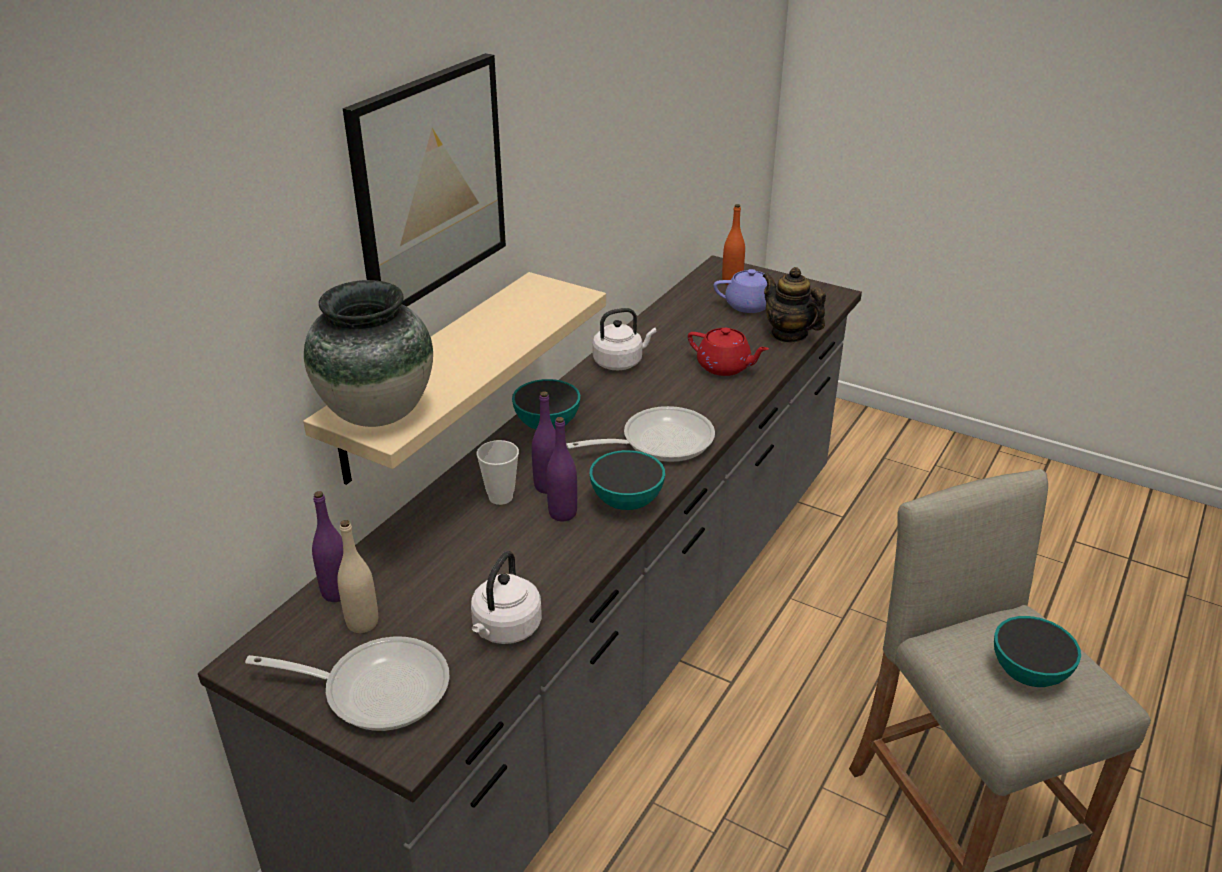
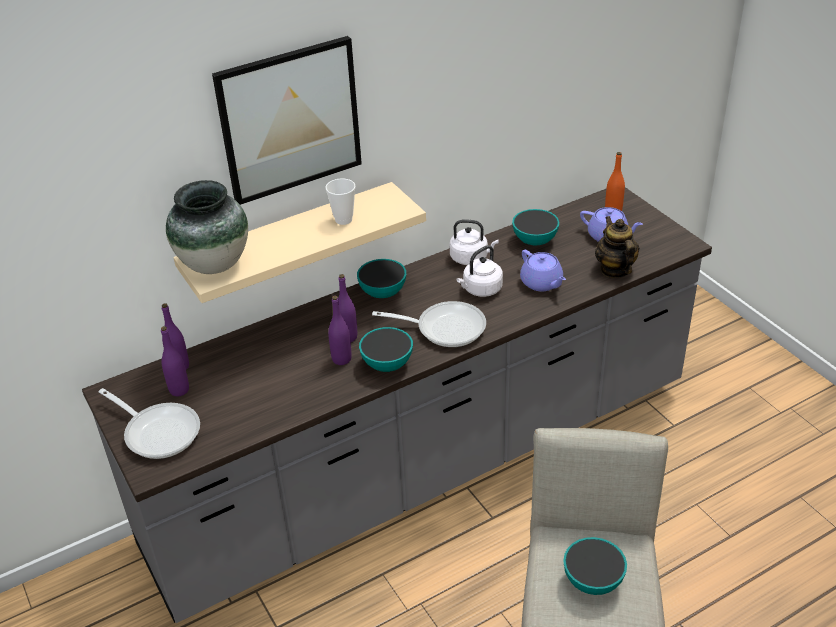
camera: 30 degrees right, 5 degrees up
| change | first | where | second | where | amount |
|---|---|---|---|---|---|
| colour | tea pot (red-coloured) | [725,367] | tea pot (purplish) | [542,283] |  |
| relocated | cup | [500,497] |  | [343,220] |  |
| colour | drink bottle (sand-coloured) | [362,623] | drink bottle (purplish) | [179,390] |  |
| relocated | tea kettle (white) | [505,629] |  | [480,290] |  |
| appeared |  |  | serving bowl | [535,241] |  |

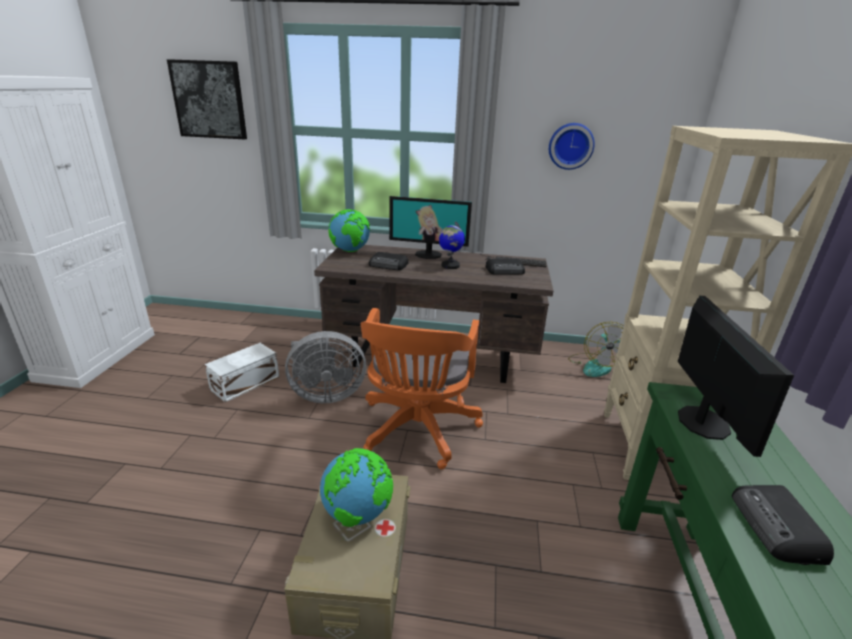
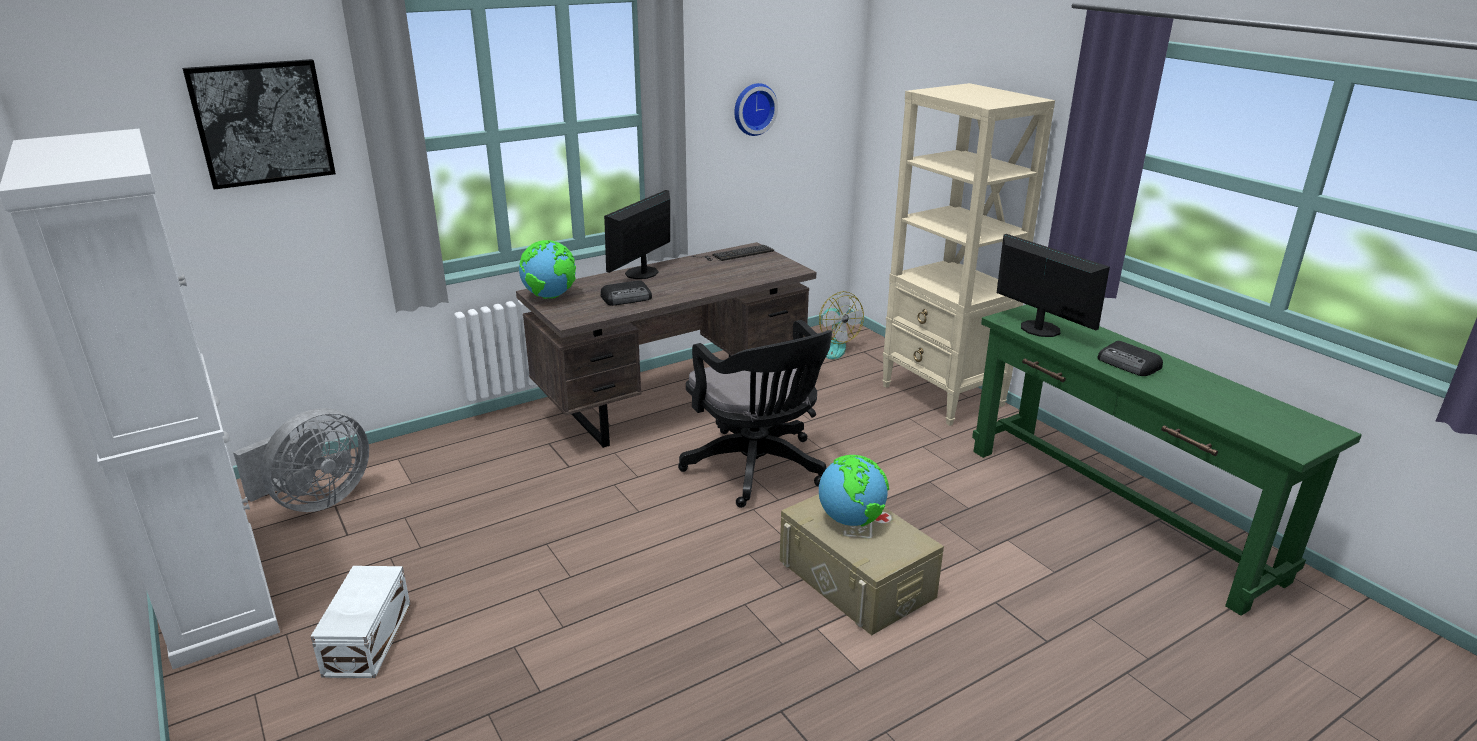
camera: 40 degrees left, 0 degrees up
| change | first | where | second | where | amount |
|---|---|---|---|---|---|
| spun | monitor | [428,254] |  | [642,273] | 150 degrees clockwise |
| missing | globe | [450,266] |  |  |  |
| missing | radio receiver | [505,270] |  |  |  |
| colour | computer chair (orange) | [417,431] | computer chair (black-coloured) | [758,470] |  |
| relocated | fan (greyish) | [325,394] |  | [316,501] |  |
| relocated | storage container (white) | [244,383] |  | [365,640] |  |

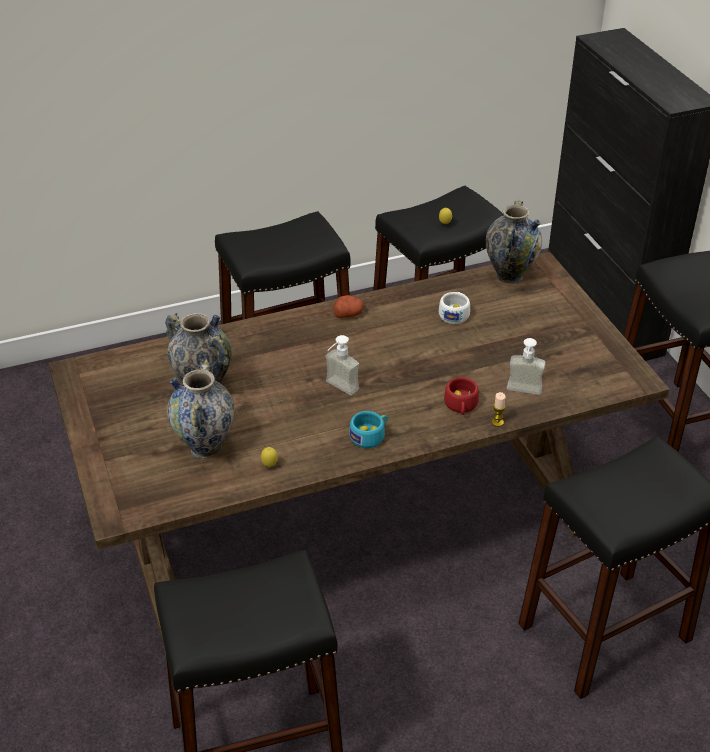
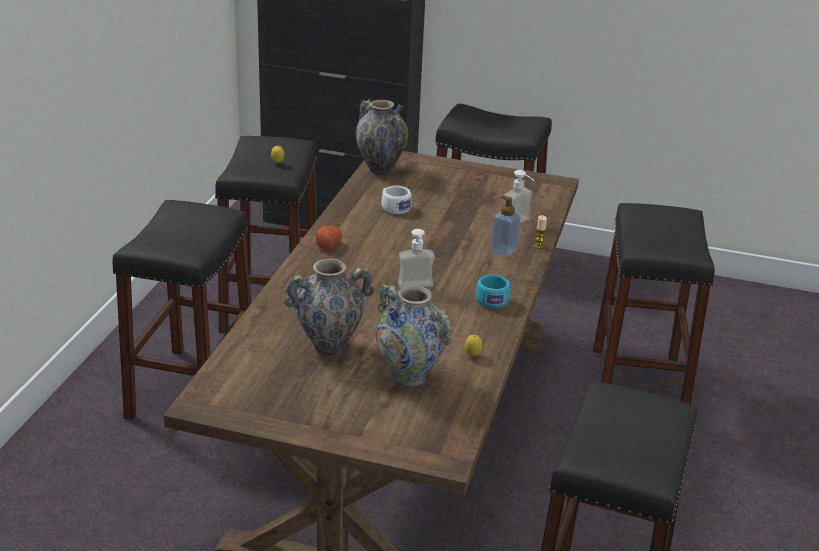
camera: 55 degrees left, 10 degrees down
| change | first | where | second | where | amount |
|---|---|---|---|---|---|
| exchanged | cup (red-coloured) | [461,406] | soap dispenser | [503,250] |  |

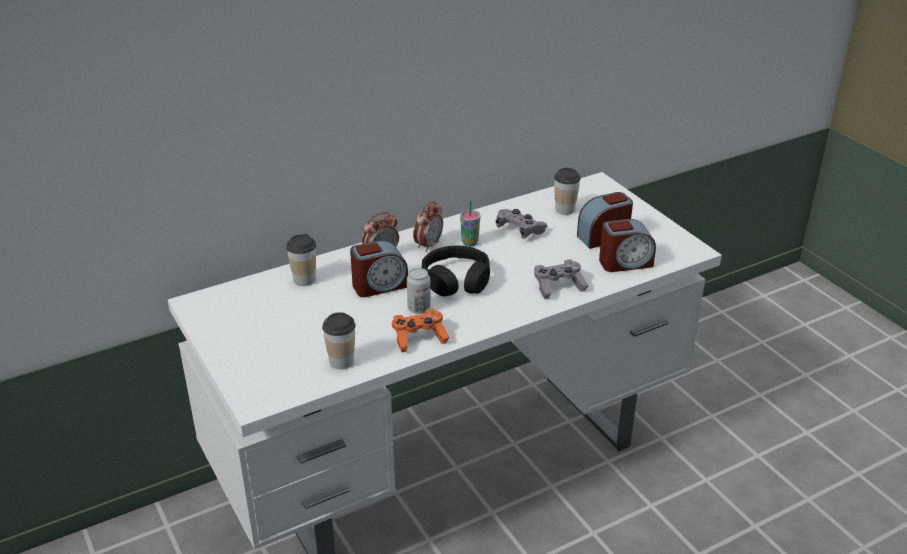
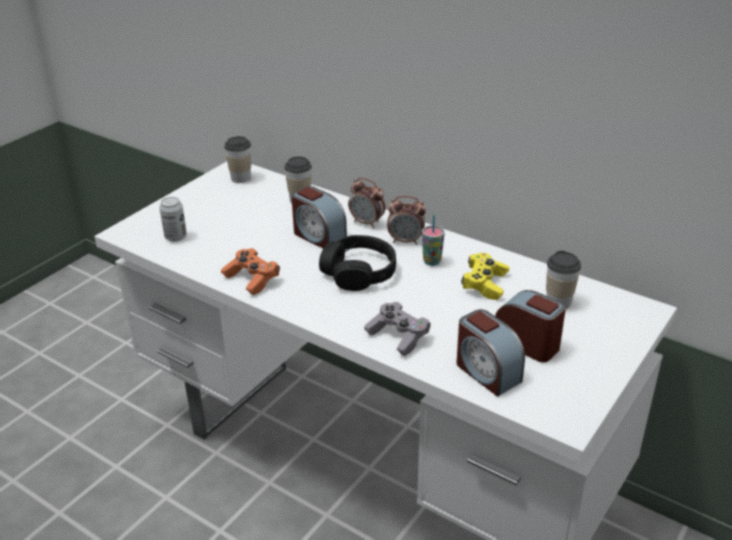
camera: 65 degrees right, 0 degrees up
| change | first | where | second | where | amount |
|---|---|---|---|---|---|
| colour | joypad (greyish) | [520,230] | joypad (yellow) | [484,284] |  |
| relocated | metal can | [419,308] |  | [175,237] |  |
| relocated | cup | [341,361] |  | [241,178] |  |

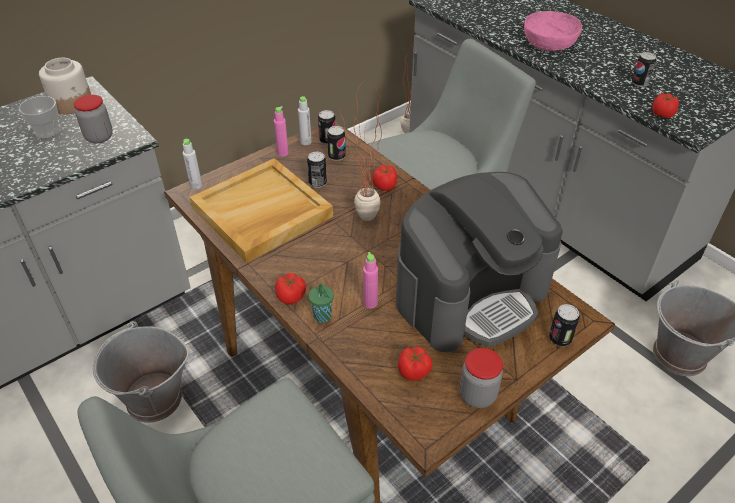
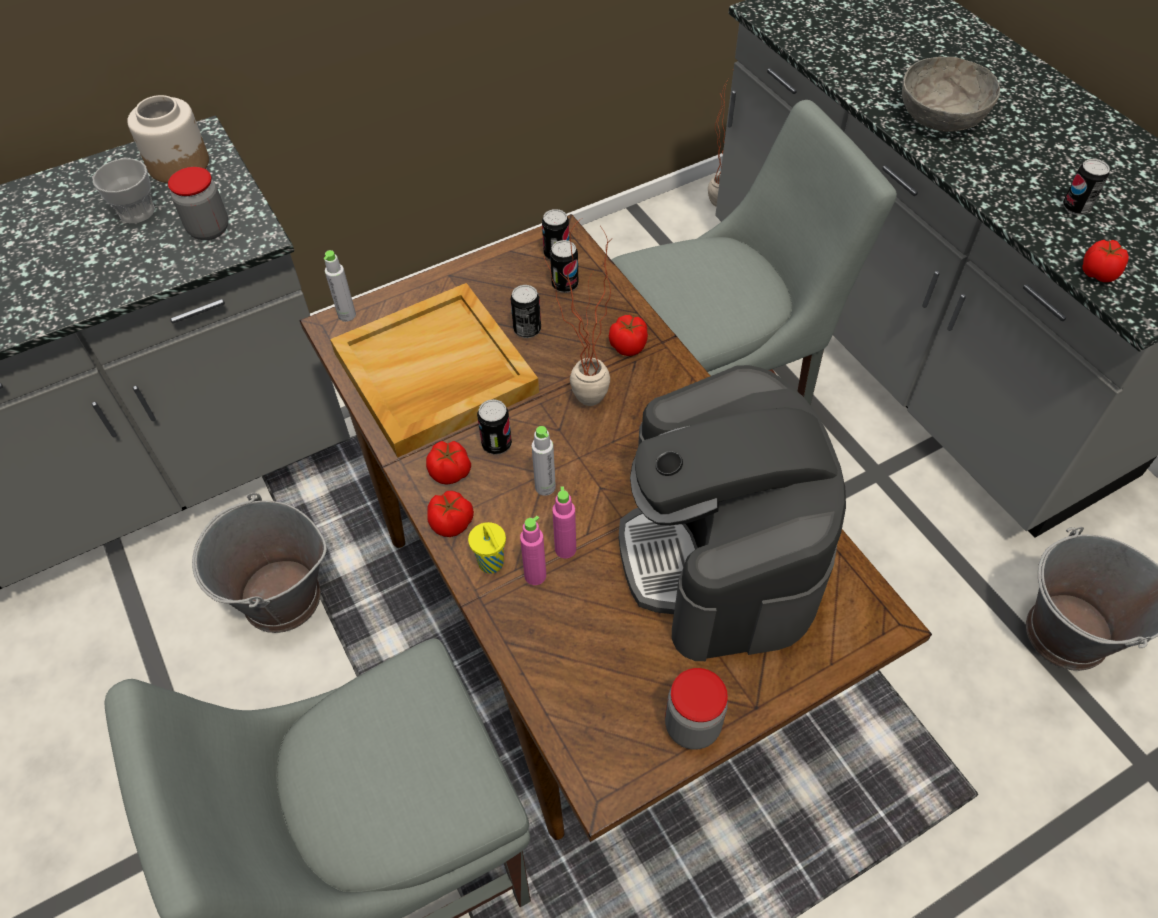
camera: 10 degrees right, 10 degrees up
| change | first | where | second | where | amount |
|---|---|---|---|---|---|
| colour | serving bowl (pink-coloured) | [549,44] | serving bowl (greyish) | [941,116] |  |
| relocated | drink bottle (greyish) | [306,142] |  | [545,487] |  |
| relocated | drink bottle (pink-coloured) | [283,153] |  | [535,576] |  |
| spun | coffee machine | [471,294] |  | [720,554] | 105 degrees clockwise |
| colour | cup (greenish) | [323,317] | cup (yellow) | [492,564] |  |
| relocated | metal can | [560,339] |  | [496,444] |  |
| relocated | tomato | [414,371] |  | [451,472] |  |

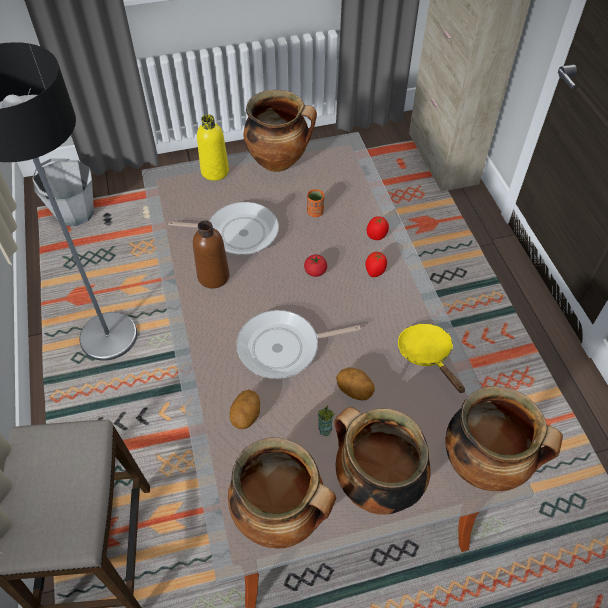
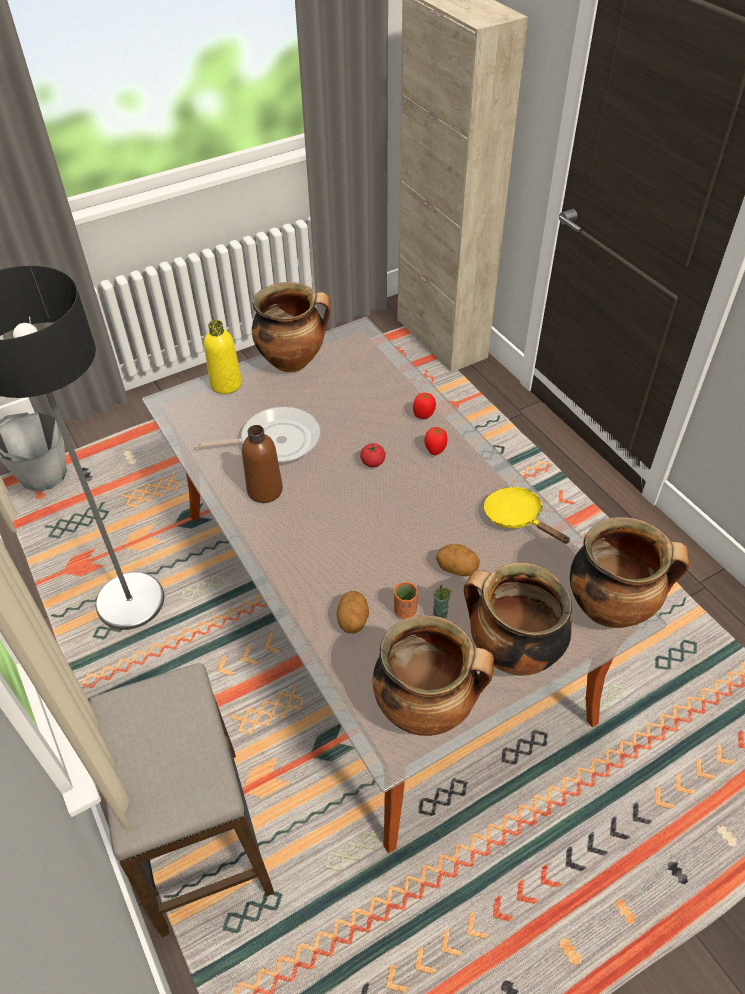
camera: 15 degrees left, 5 degrees down
| change | first | where | second | where | amount |
|---|---|---|---|---|---|
| relocated | cup (orange) | [315,212] |  | [405,610] |  |
| missing | skillet | [283,348] |  |  |  |

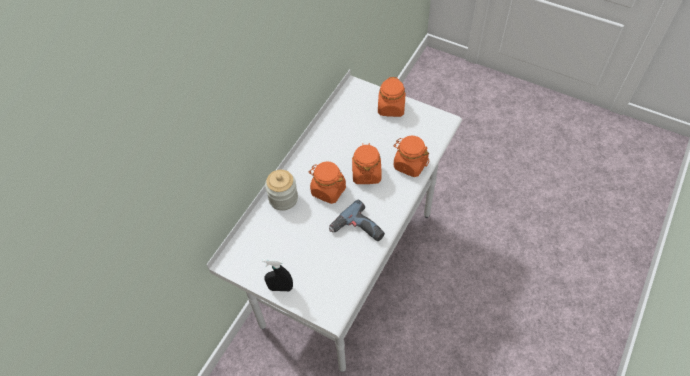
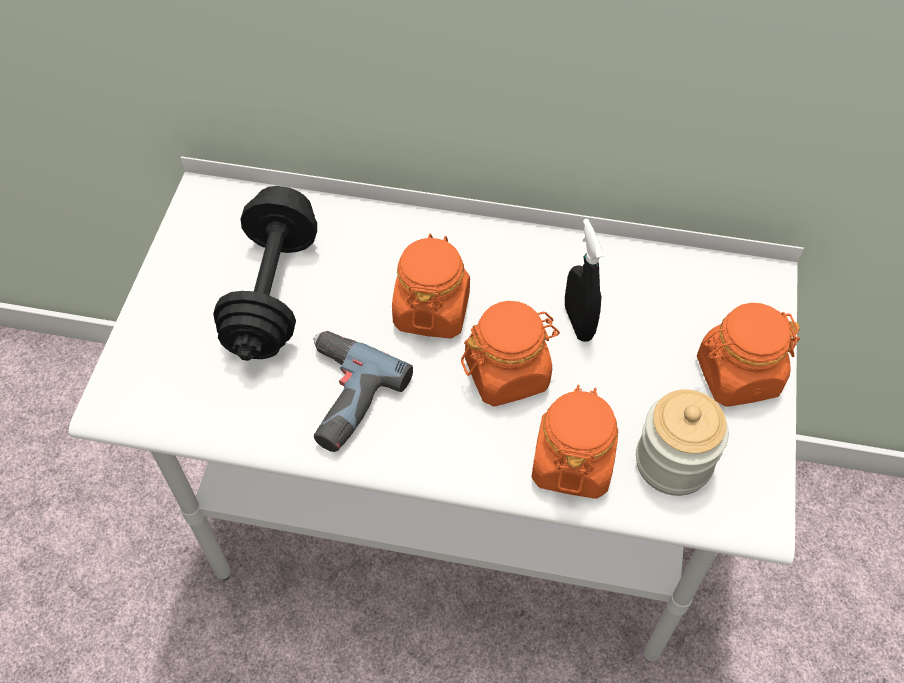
camera: 70 degrees right, 0 degrees up
| change | first | where | second | where | amount |
|---|---|---|---|---|---|
| relocated | storage jar | [283,198] |  | [673,462] |  |
| relocated | hand sprayer (black-coloured) | [280,288] |  | [578,322] |  |
| appeared |  |  | free weight (black-coloured) | [273,293] |  |

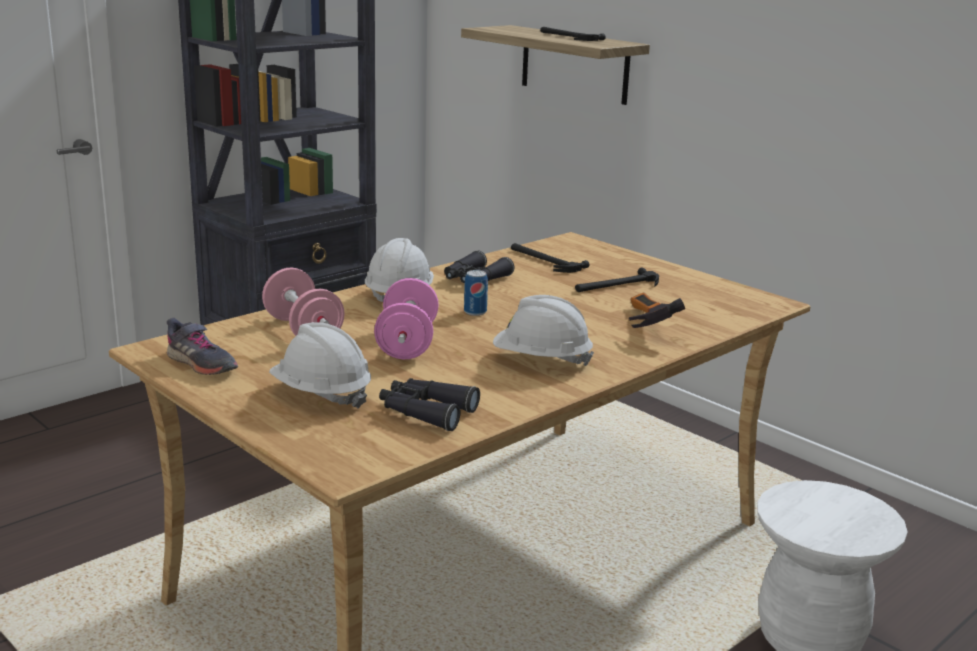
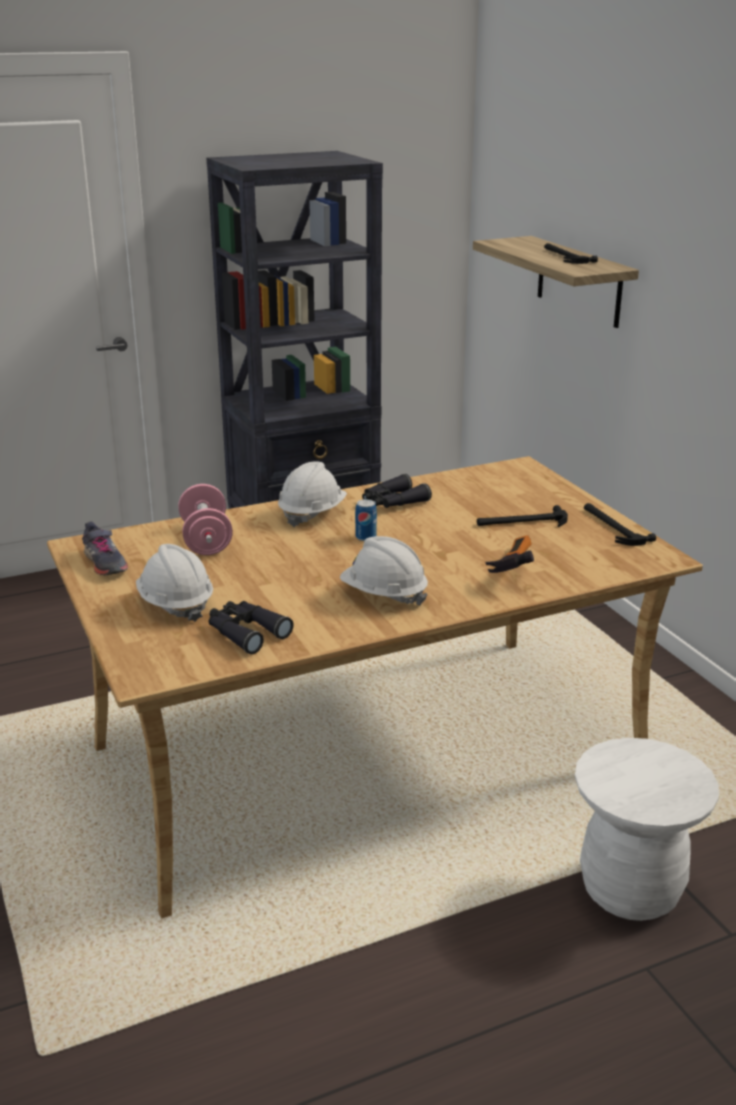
camera: 20 degrees right, 5 degrees up
| change | first | where | second | where | amount |
|---|---|---|---|---|---|
| relocated | hand hammer | [544,260] |  | [612,527] |  |
| missing | free weight (pink-coloured) | [407,344] |  |  |  |

